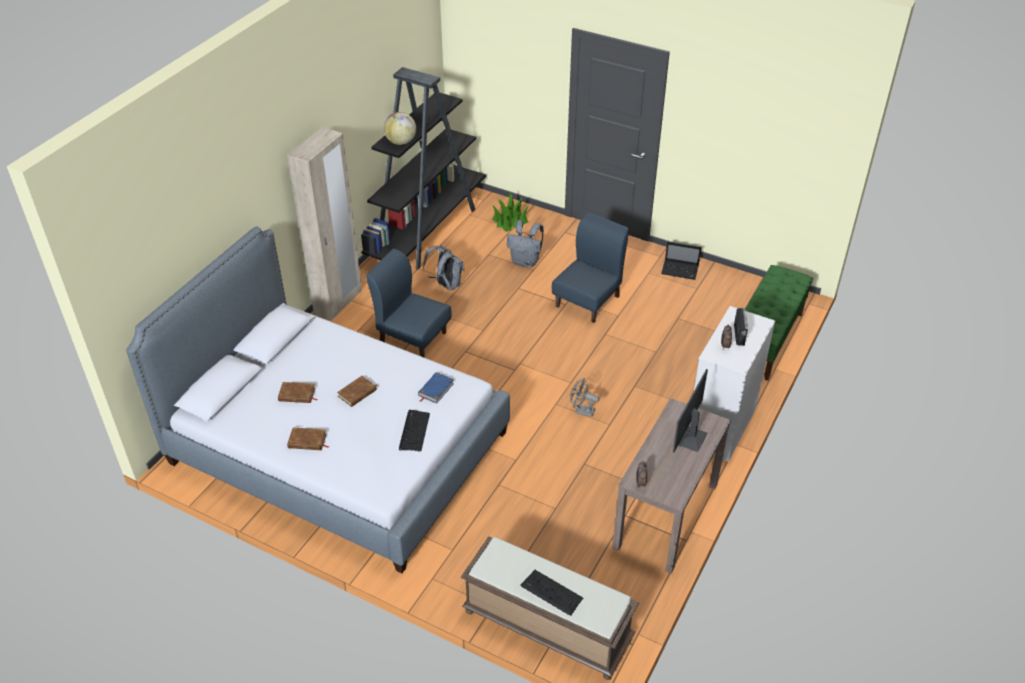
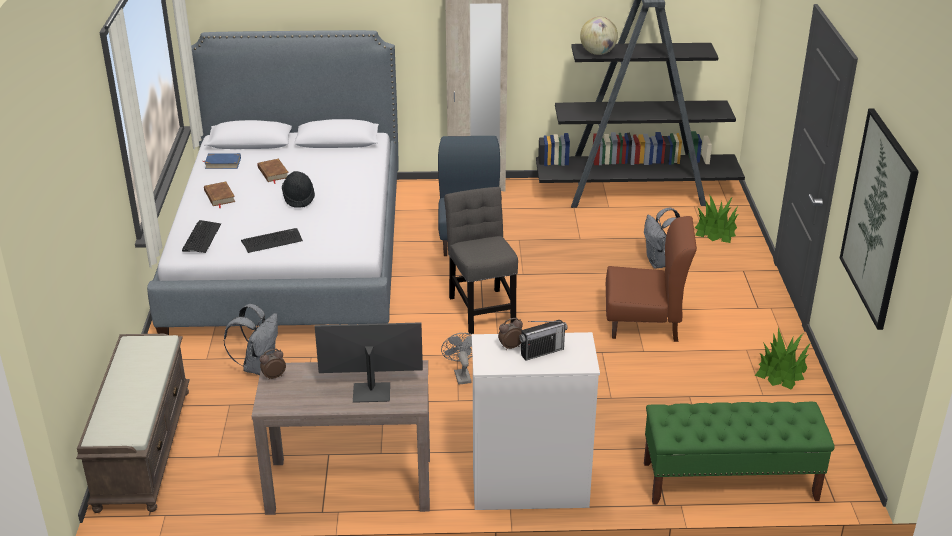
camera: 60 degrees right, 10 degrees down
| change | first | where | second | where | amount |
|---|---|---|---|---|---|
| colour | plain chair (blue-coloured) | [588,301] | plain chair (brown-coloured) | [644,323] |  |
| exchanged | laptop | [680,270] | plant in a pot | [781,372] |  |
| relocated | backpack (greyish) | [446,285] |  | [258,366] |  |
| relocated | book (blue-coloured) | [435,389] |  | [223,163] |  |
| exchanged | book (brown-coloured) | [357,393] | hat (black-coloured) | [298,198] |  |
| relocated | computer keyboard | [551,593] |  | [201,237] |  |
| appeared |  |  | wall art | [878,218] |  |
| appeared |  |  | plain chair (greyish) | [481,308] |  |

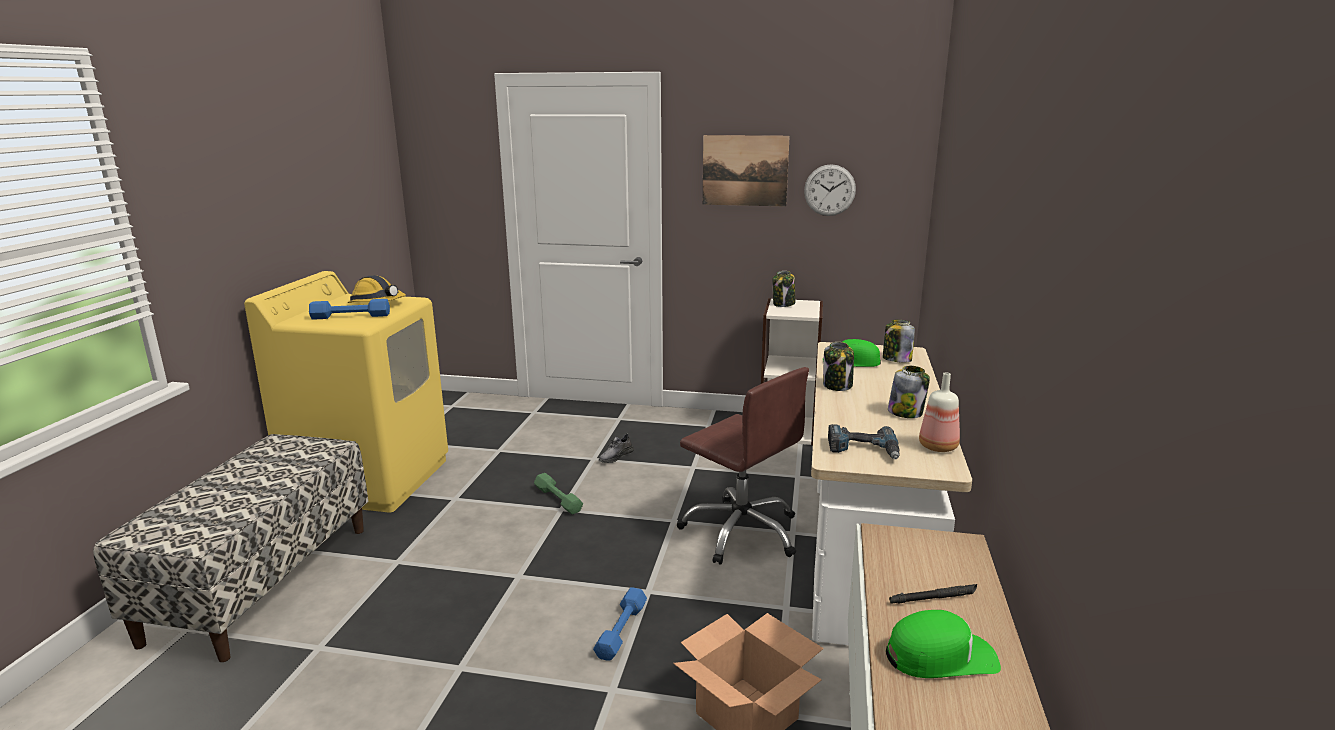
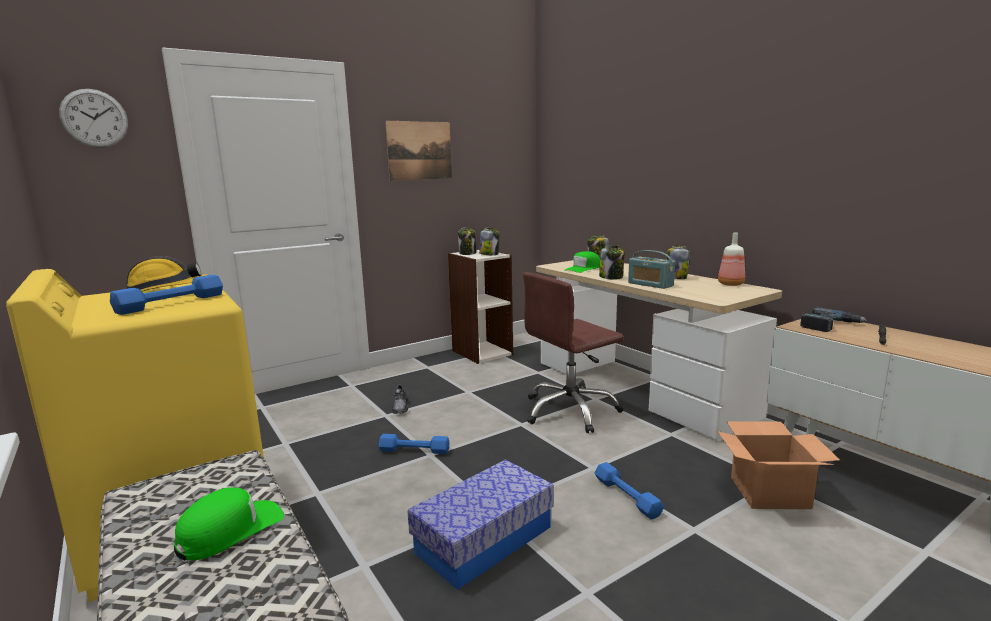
camera: 45 degrees left, 5 degrees down
| change | first | where | second | where | amount |
|---|---|---|---|---|---|
| relocated | wall clock | [829,190] |  | [94,118] |  |
| spun | computer chair (brown-coloured) | [741,531] |  | [570,411] | 150 degrees clockwise |
| relocated | drill | [863,449] |  | [830,325] |  |
| colour | free weight (greenish) | [558,499] | free weight (blue-coloured) | [414,450] |  |
| relocated | baseball cap (greenish) | [941,656] |  | [230,530] |  |
| appeared |  |  | storage jar | [489,254] |  |
| appeared |  |  | radio receiver | [650,284] |  |
| appeared |  |  | storage container | [484,539] |  |

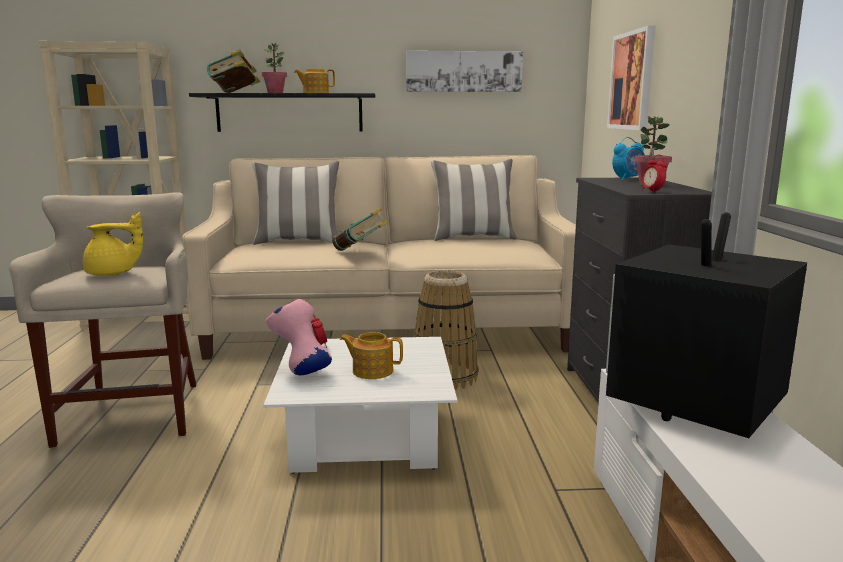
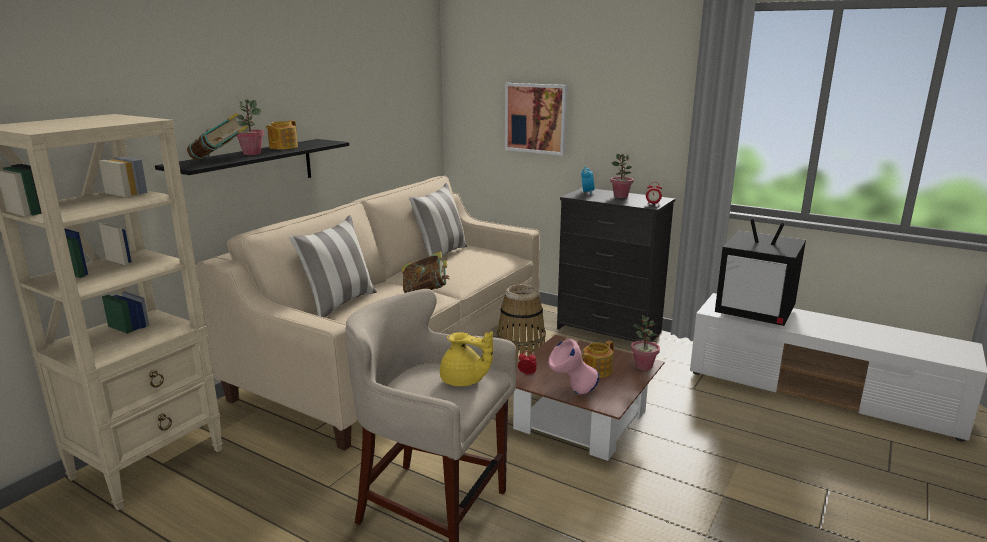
camera: 55 degrees left, 5 degrees up
| change | first | where | second | where | amount |
|---|---|---|---|---|---|
| missing | wall art | [463,71] |  |  |  |
| spun | tea pot (yellow) | [113,274] |  | [464,381] | 90 degrees clockwise |
| spun | TV set | [694,405] |  | [756,313] | 45 degrees counterclockwise |
| colour | low table (white) | [365,436] | low table (brown-coloured) | [580,420] |  |
| appeared |  |  | plant in a pot | [643,366] |  |

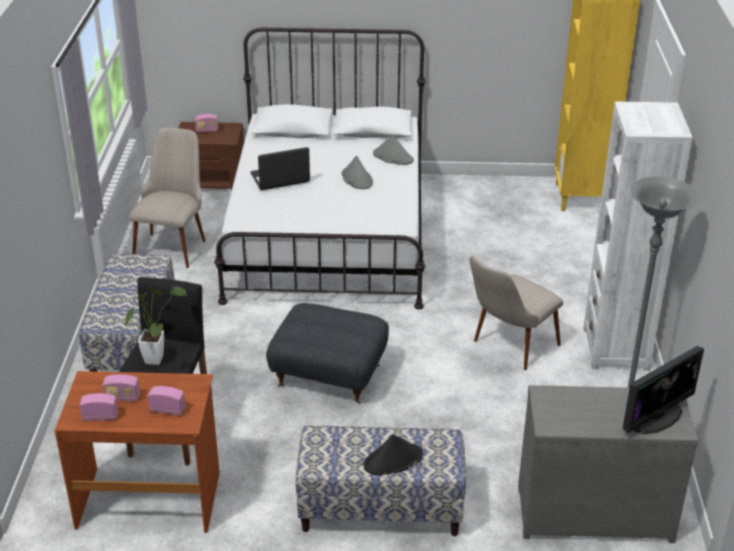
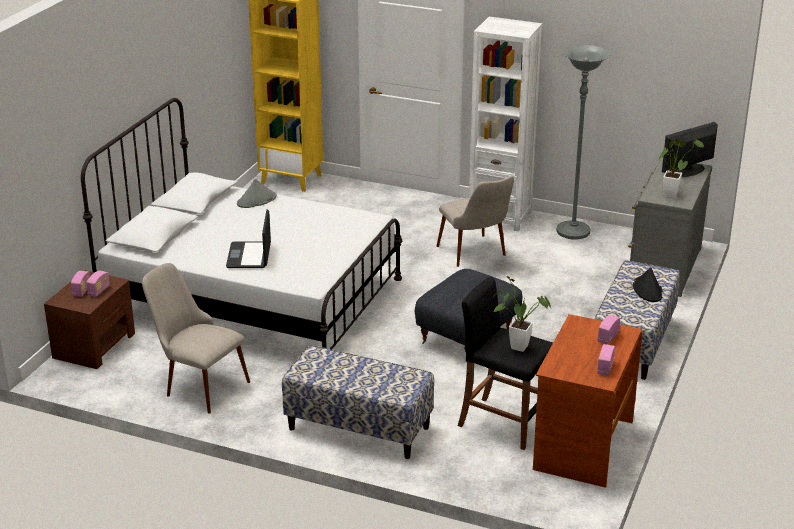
camera: 70 degrees left, 5 degrees down
| change | first | where | second | where | amount |
|---|---|---|---|---|---|
| missing | hat (greyish) | [356,178] |  |  |  |
| spun | monitor | [656,417] |  | [687,171] | 105 degrees counterclockwise |
| relocated | radio receiver | [122,398] |  | [99,291] |  |
| appeared |  |  | plant in a pot | [671,193] |  |

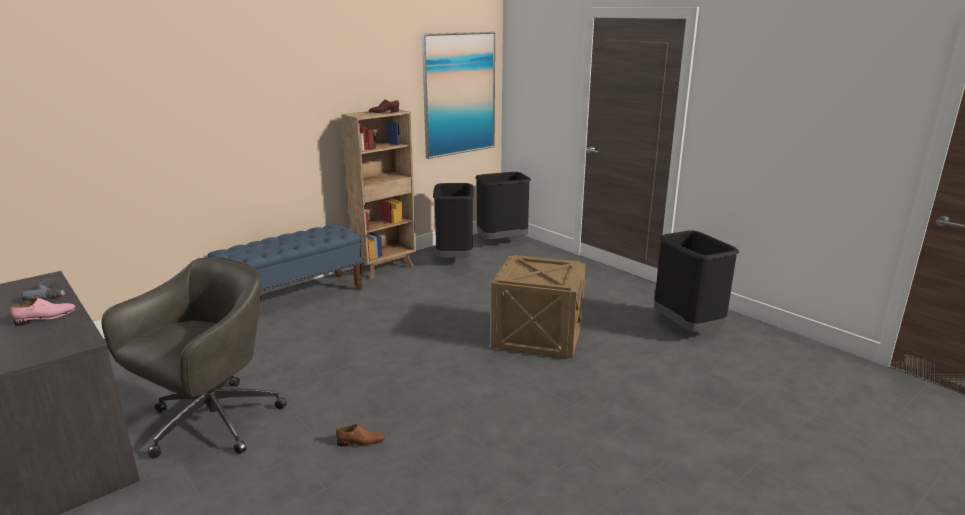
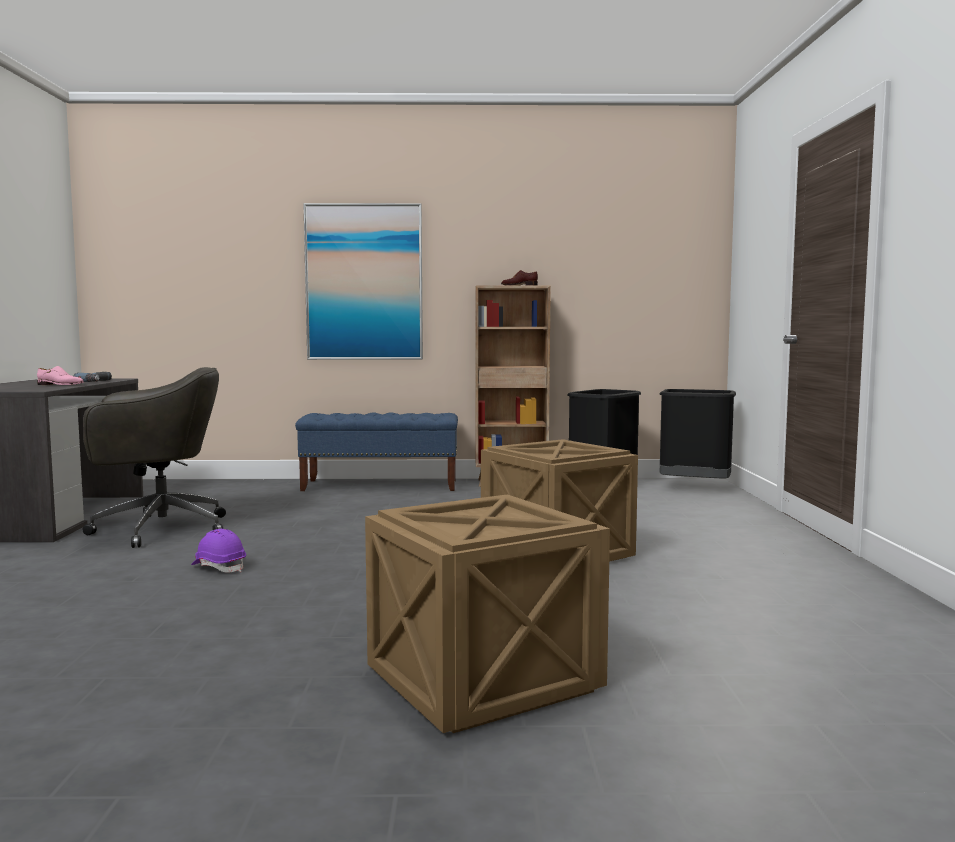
camera: 40 degrees right, 15 degrees down
| change | first | where | second | where | amount |
|---|---|---|---|---|---|
| relocated | wall art | [459,94] |  | [364,282] |  |
| missing | rubbish bin (black-coloured) | [687,328] |  |  |  |
| exchanged | shoe (brown-coloured) | [360,442] | work helmet (purplish) | [219,567] |  |
| appeared |  |  | crate | [480,680] |  |

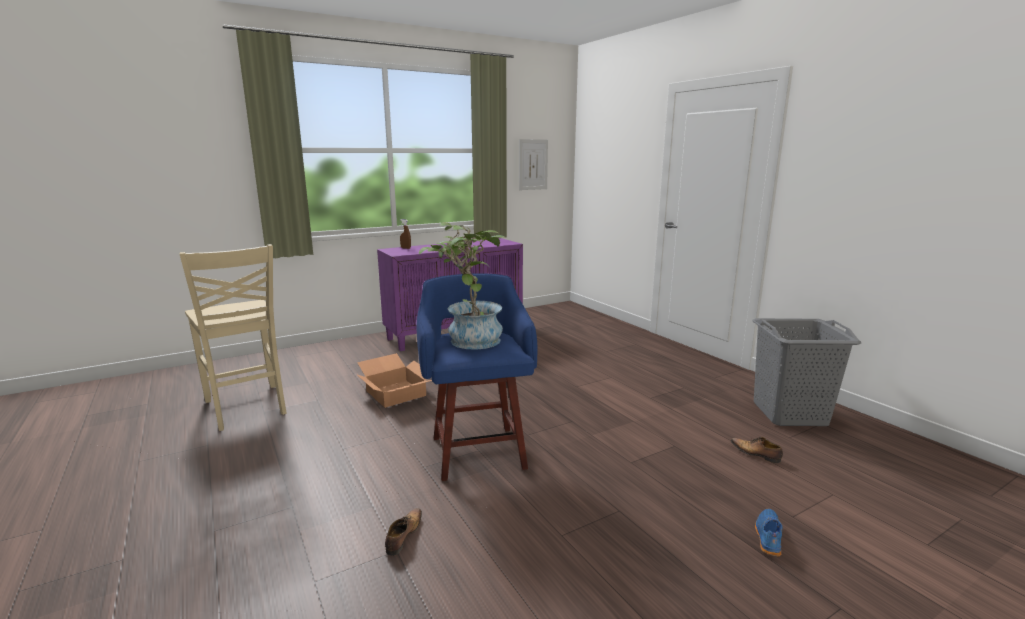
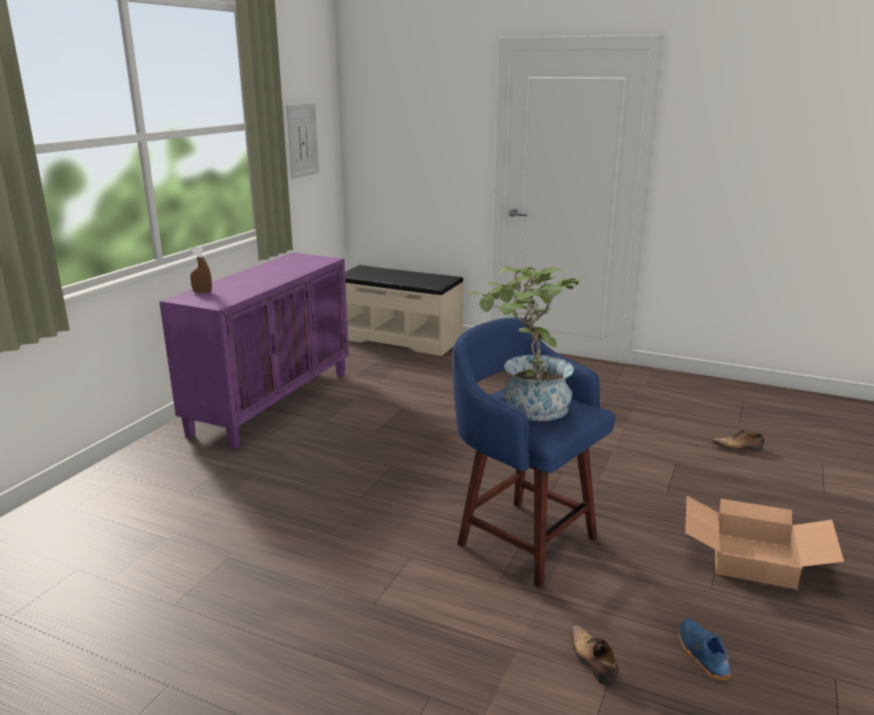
camera: 35 degrees left, 5 degrees up
| change | first | where | second | where | amount |
|---|---|---|---|---|---|
| missing | plain chair (sand-coloured) | [246,408] |  |  |  |
| missing | hamper (greyish) | [790,414] |  |  |  |
| relocated | carton | [395,393] |  | [752,560] |  |
| relocated | shoe (blue-coloured) | [767,537] |  | [701,655] |  |
| appeared |  |  | long seat (sand-coloured) | [399,338] |  |

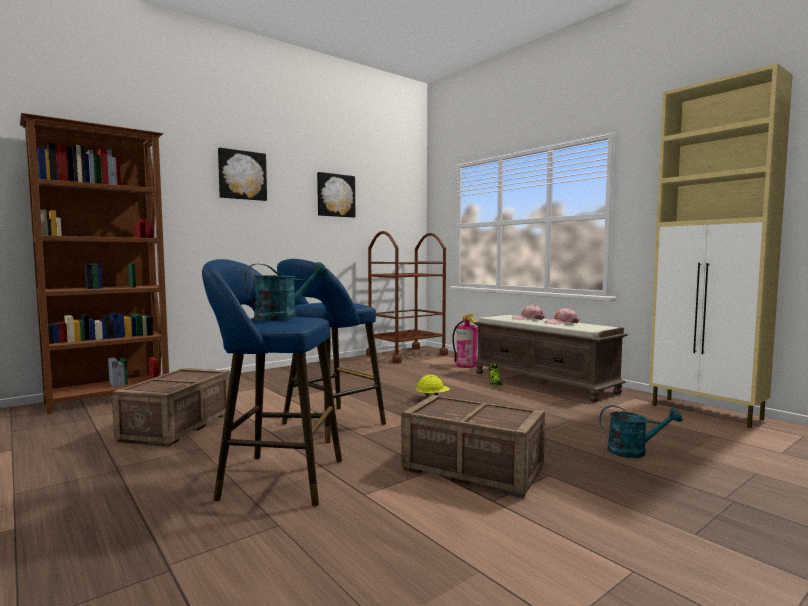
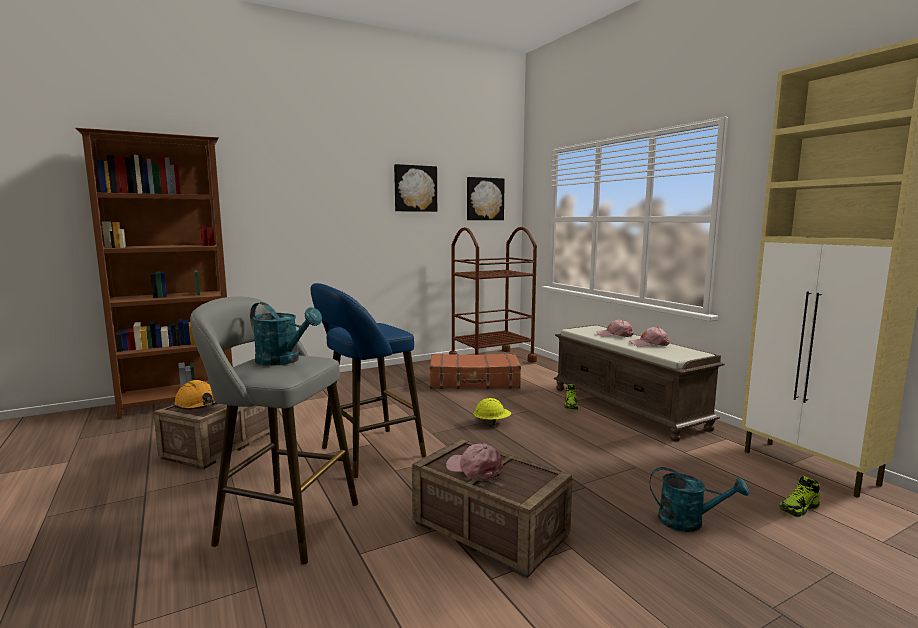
camera: 10 degrees right, 5 degrees up
| change | first | where | second | where | amount |
|---|---|---|---|---|---|
| relocated | wall art | [242,175] |  | [484,199] |  |
| colour | stool (blue-coloured) | [275,479] | stool (greyish) | [282,522] |  |
| spun | watering can (turquoise-coloured) | [283,317] |  | [284,361] | 60 degrees clockwise |
| missing | fire-fighting cylinder | [466,365] |  |  |  |
| appeared |  |  | travel case (brown-coloured) | [474,382] |  |
| appeared |  |  | work helmet (orange) | [198,405] |  |
| appeared |  |  | baseball cap (pink-coloured) | [474,469] |  |
| appeared |  |  | shoe | [799,509] |  |

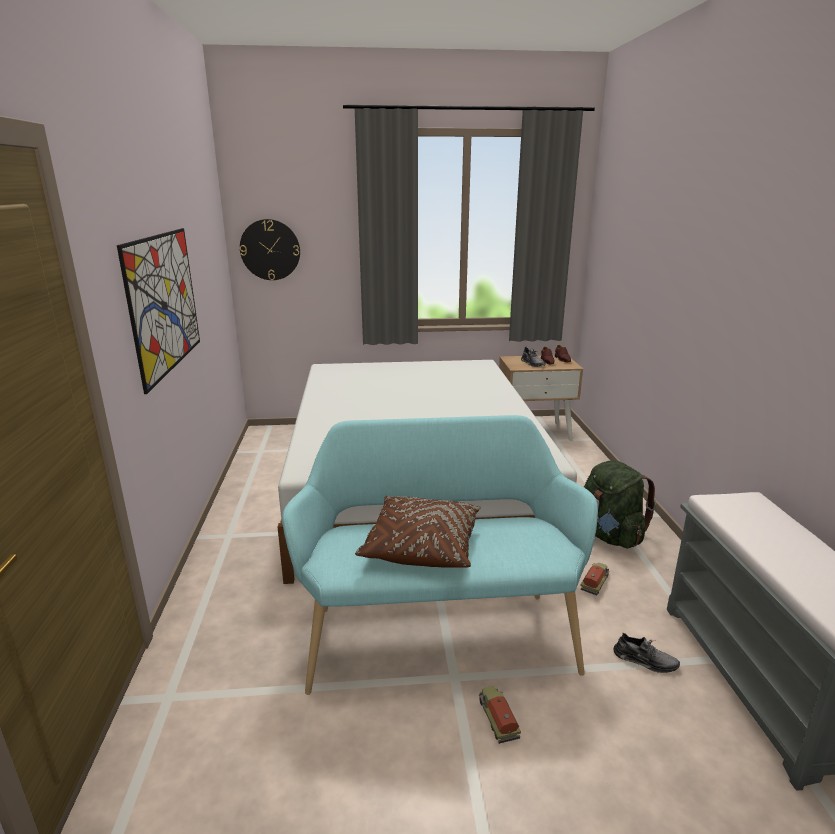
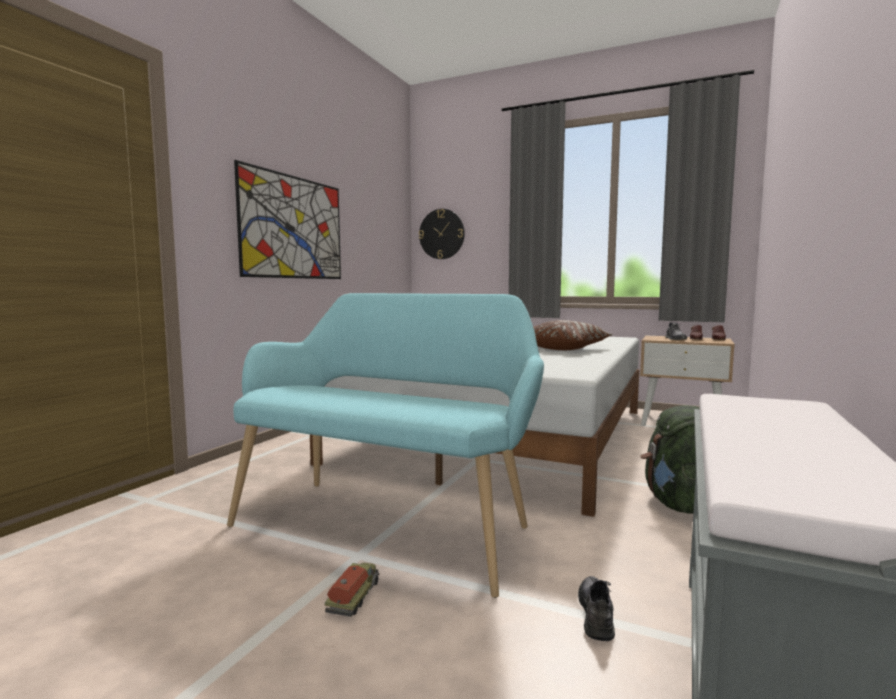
camera: 30 degrees right, 15 degrees down
| change | first | where | second | where | amount |
|---|---|---|---|---|---|
| relocated | throw pillow (brown-coloured) | [422,546] |  | [564,348] |  |
| missing | toy truck | [595,583] |  |  |  |
| spun | shoe (greyish) | [645,660] |  | [596,613] | 135 degrees counterclockwise |

